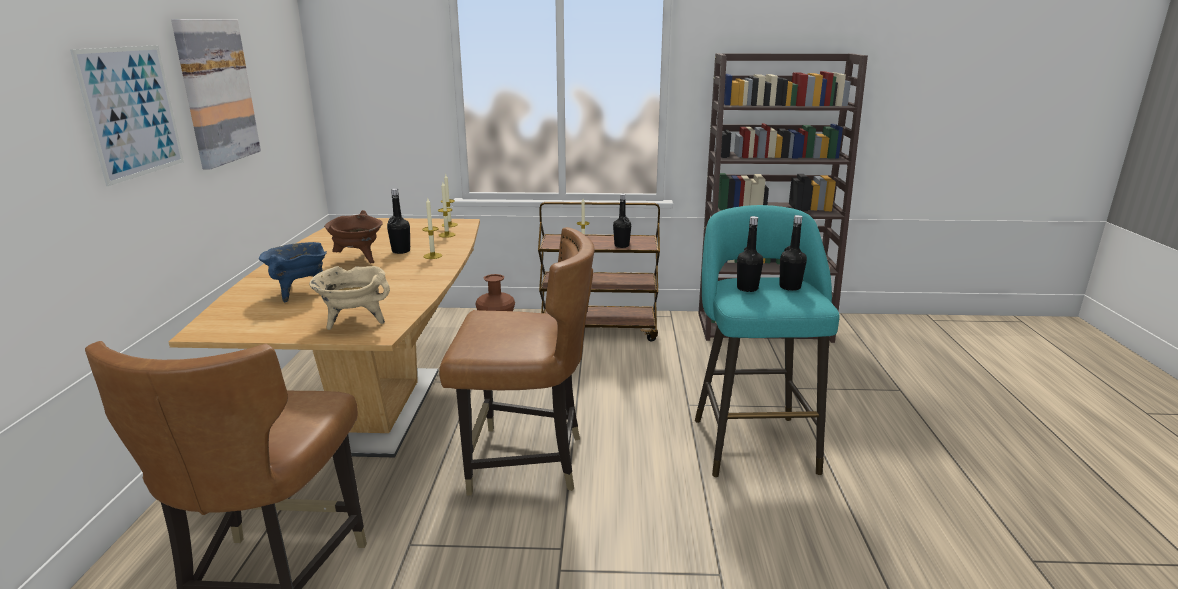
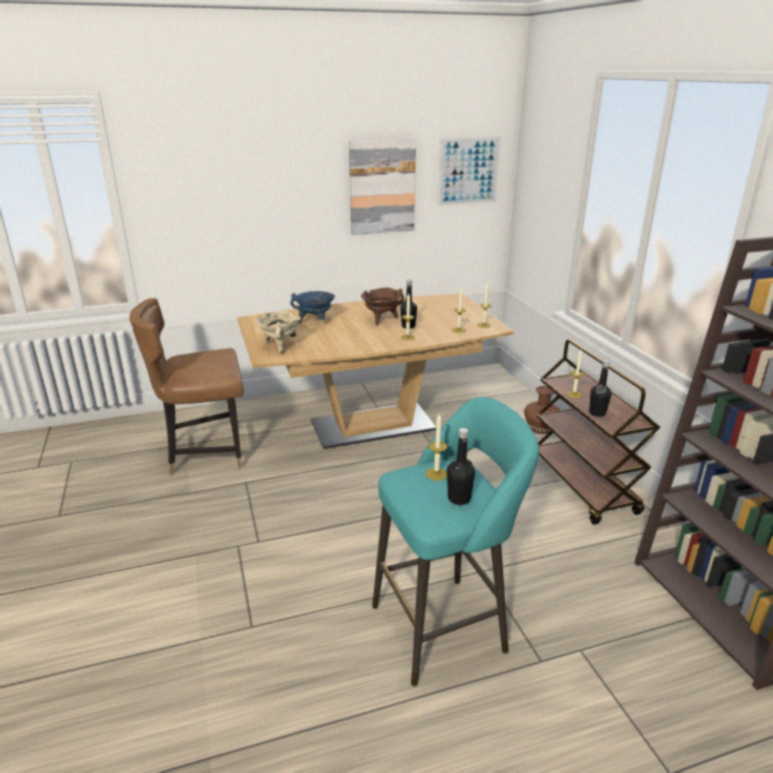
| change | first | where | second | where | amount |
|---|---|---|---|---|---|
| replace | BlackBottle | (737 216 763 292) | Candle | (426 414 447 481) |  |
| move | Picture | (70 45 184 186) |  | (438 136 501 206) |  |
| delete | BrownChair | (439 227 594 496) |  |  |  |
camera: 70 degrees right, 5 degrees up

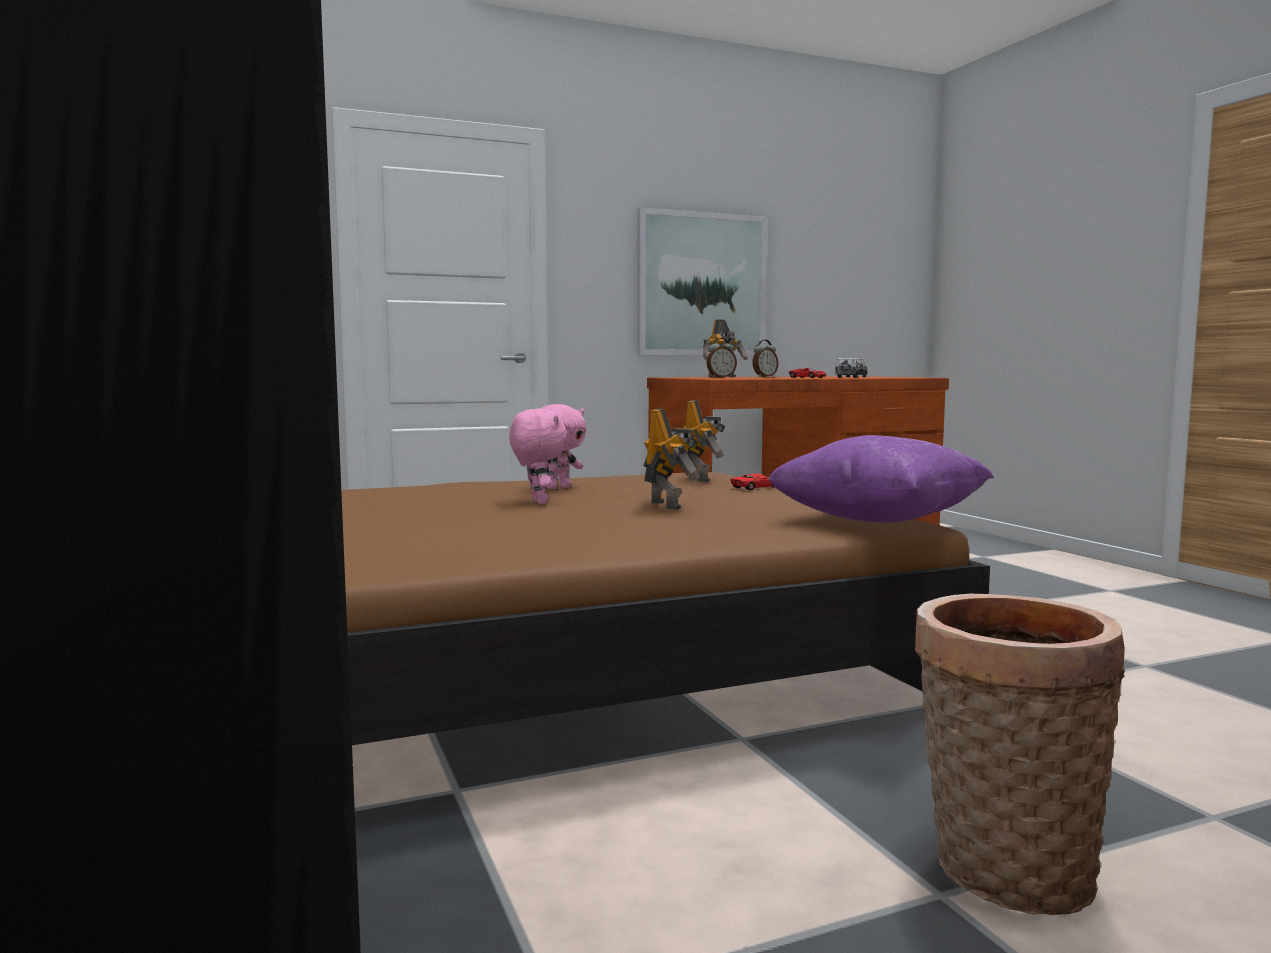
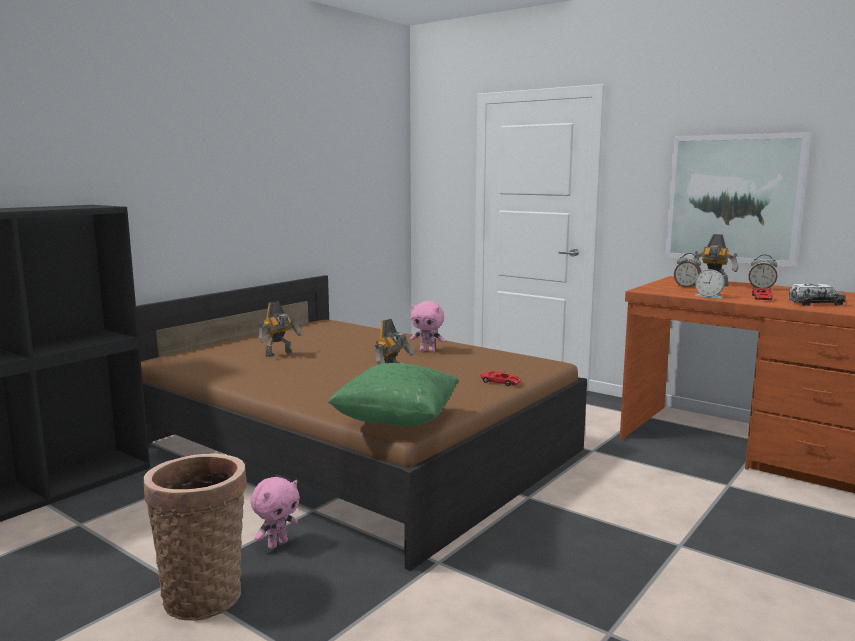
| change | first | where | second | where | amount |
|---|---|---|---|---|---|
| move | PinkPlushToy | (509 409 567 504) |  | (250 477 300 549) |  |
| move | ToyRobot | (683 400 725 482) |  | (259 301 302 357) |  |
| recolor | PurplePillow | (768 435 994 523) | GreenPillow | (328 363 459 426) |  |
| insert |  |  | AlarmClock | (694 269 725 299) |  |
camera: 60 degrees right, 5 degrees up

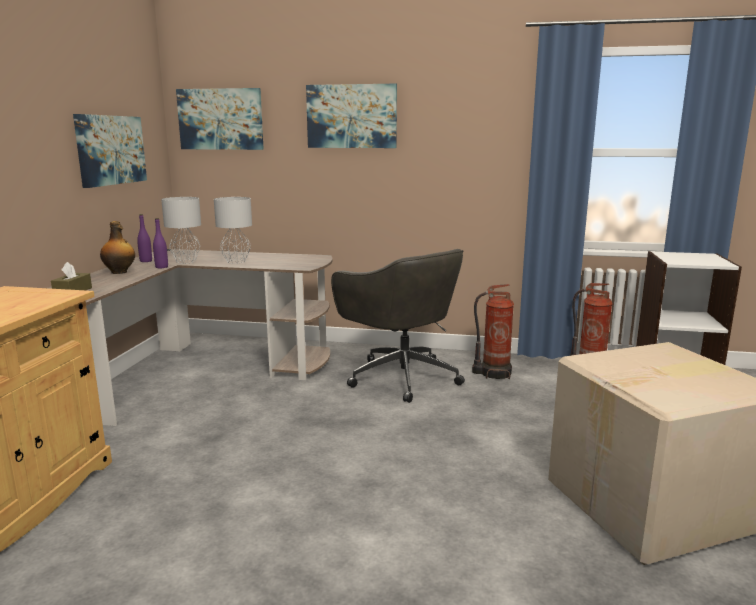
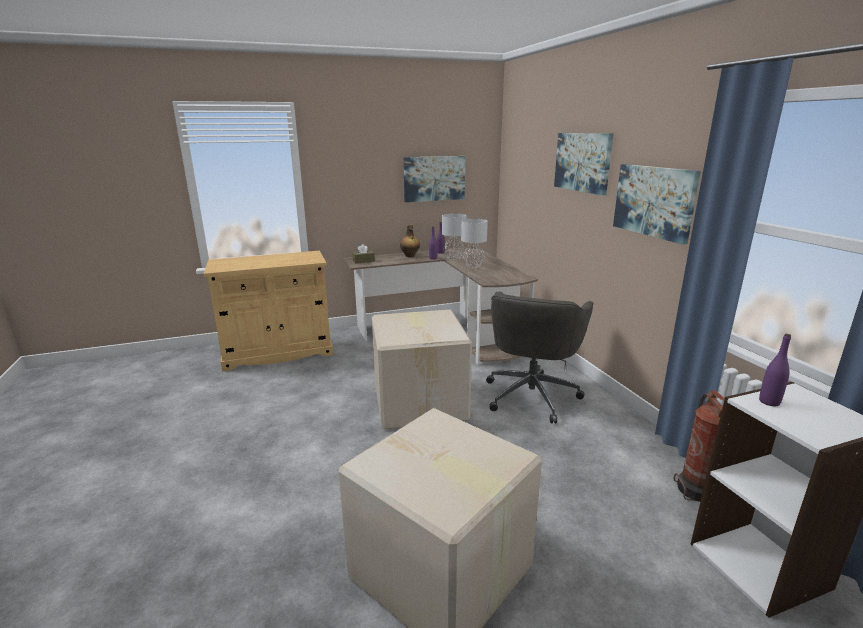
| change | first | where | second | where | amount |
|---|---|---|---|---|---|
| insert |  |  | CardboardBox | (372 310 472 430) |  |
| move | Picture | (176 88 264 150) |  | (613 164 701 245) |  |
| insert |  |  | PurpleBottle | (759 334 791 406) |  |
| delete | FireExtinguisher | (472 284 514 379) |  |  |  |
camera: 60 degrees right, 5 degrees up

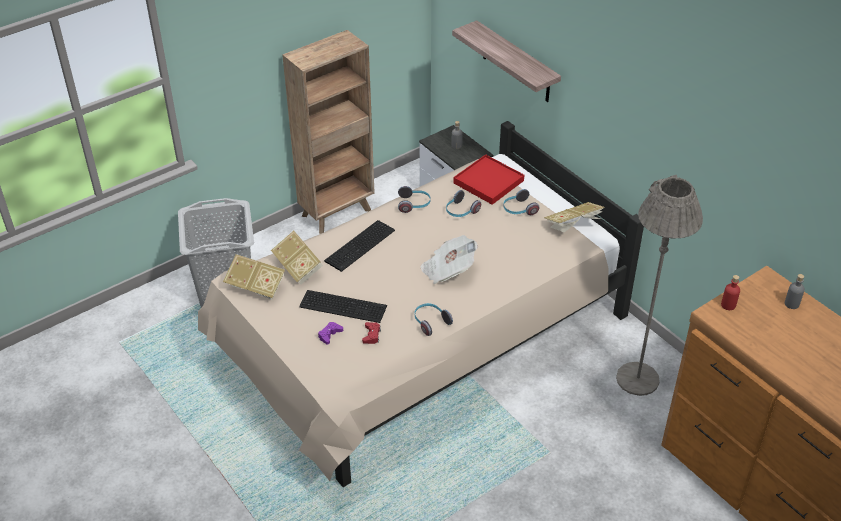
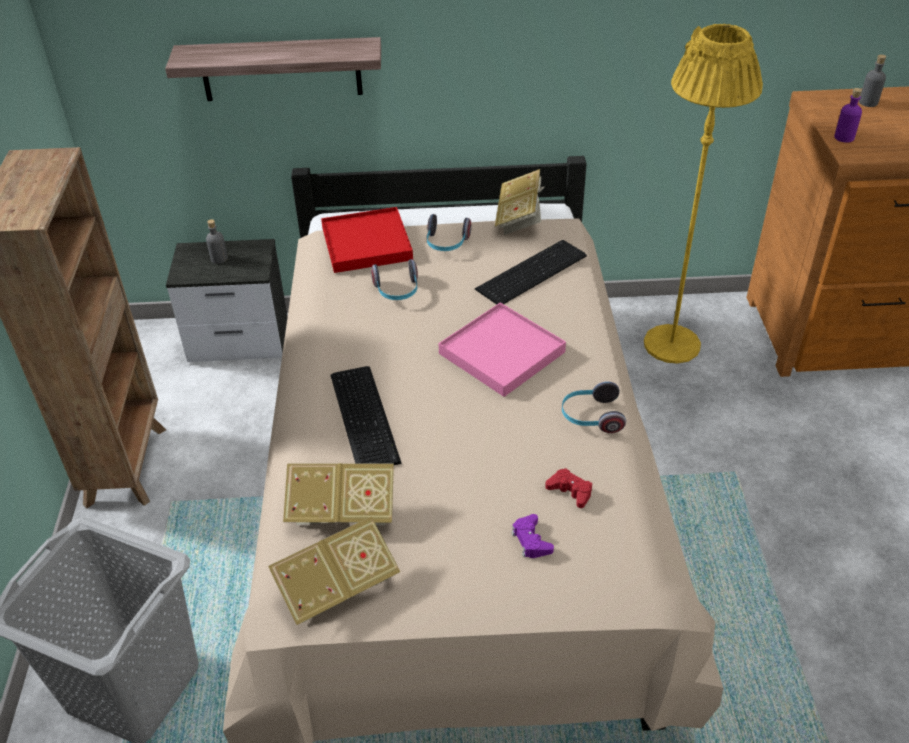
| change | first | where | second | where | amount |
|---|---|---|---|---|---|
| replace | Newspaper | (420 235 478 284) | PinkTray | (438 303 566 397) |  |
| move | Keyboard | (299 290 387 323) |  | (475 240 587 305) |  |
| recolor | GreyFloorLamp | (616 175 703 396) | YellowFloorLamp | (644 24 763 364) |  |
| recolor | RedBottle | (721 275 740 310) | PurpleBottle | (834 88 862 143) |  |
| delete | Headphones | (398 186 430 213) |  |  |  |
camera: 55 degrees left, 0 degrees up

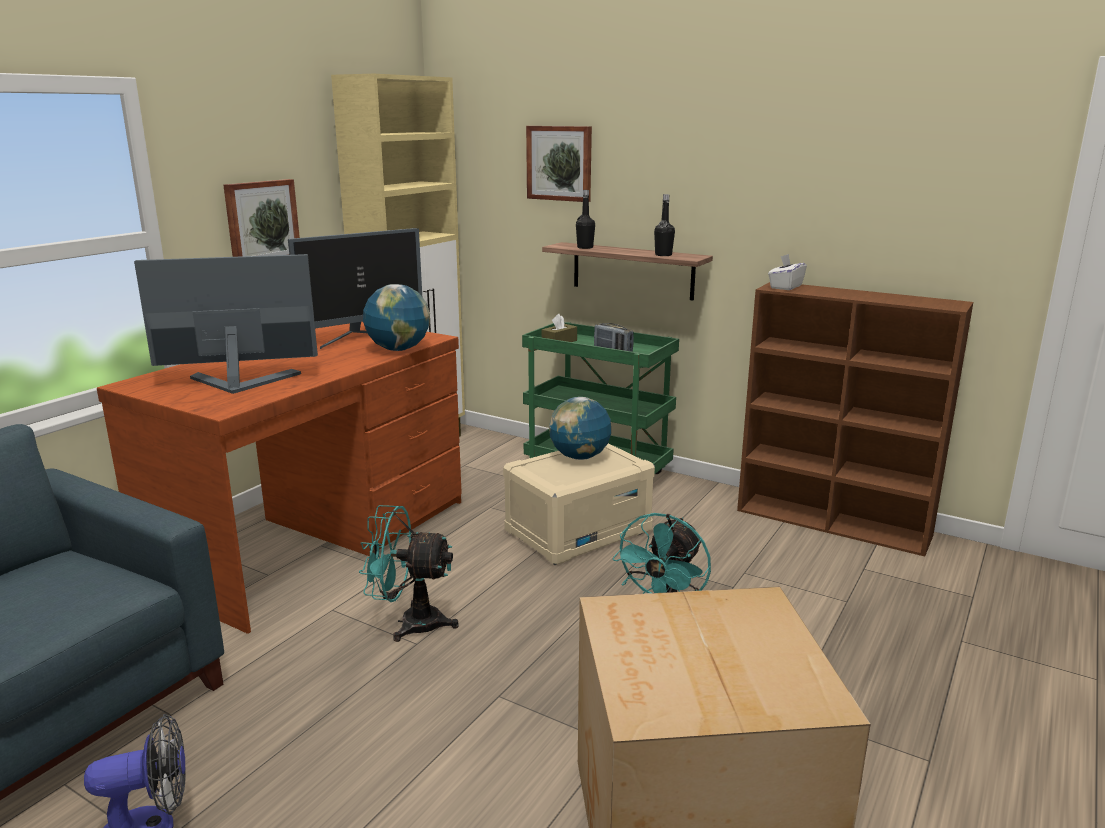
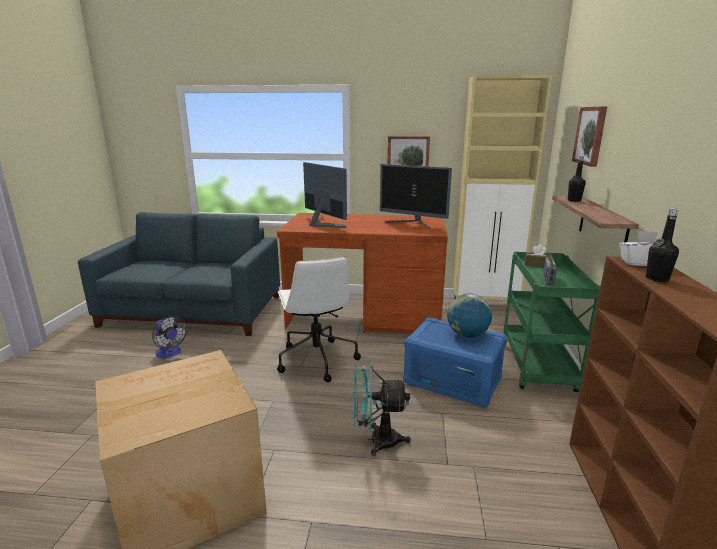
| change | first | where | second | where | amount |
|---|---|---|---|---|---|
| replace | TurquoiseFan | (359 505 459 642) | WhiteOfficeChair | (277 256 361 382) |  |
| recolor | BeigeStorageBox | (503 443 655 565) | BlueStorageBox | (403 317 507 408) |  |
| move | BlackBottle | (654 194 675 256) |  | (646 208 679 282) |  |
| delete | Globe | (363 284 430 351) |  |  |  |
camera: 65 degrees right, 0 degrees up

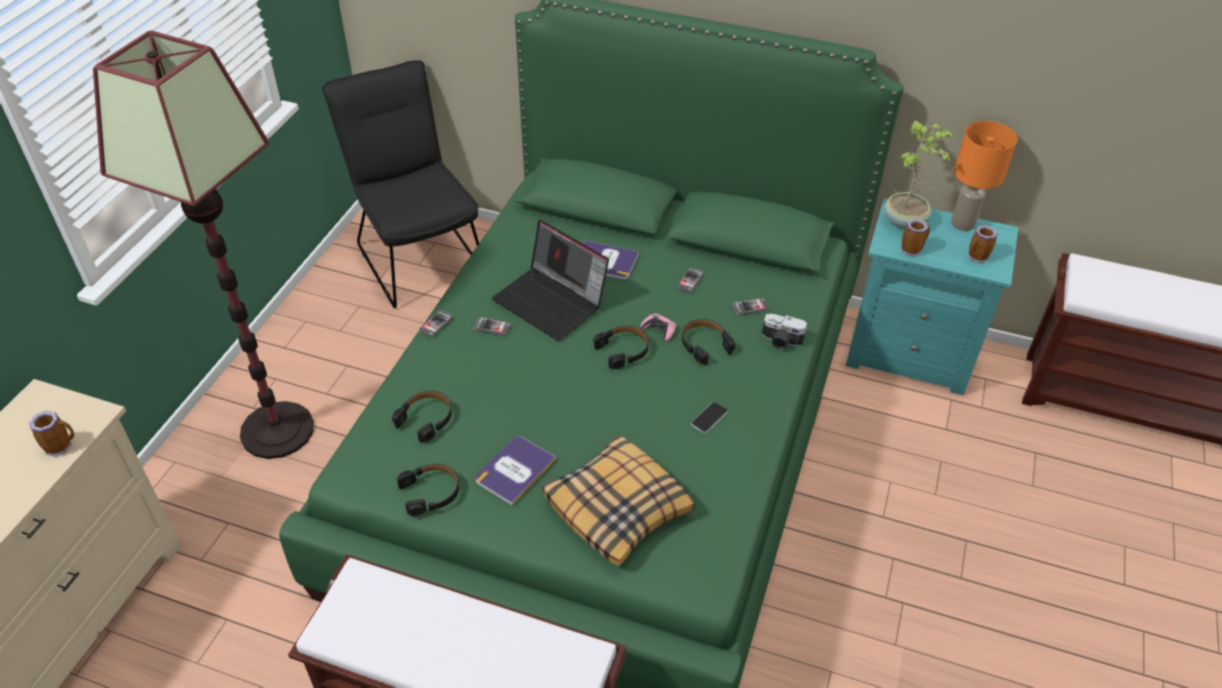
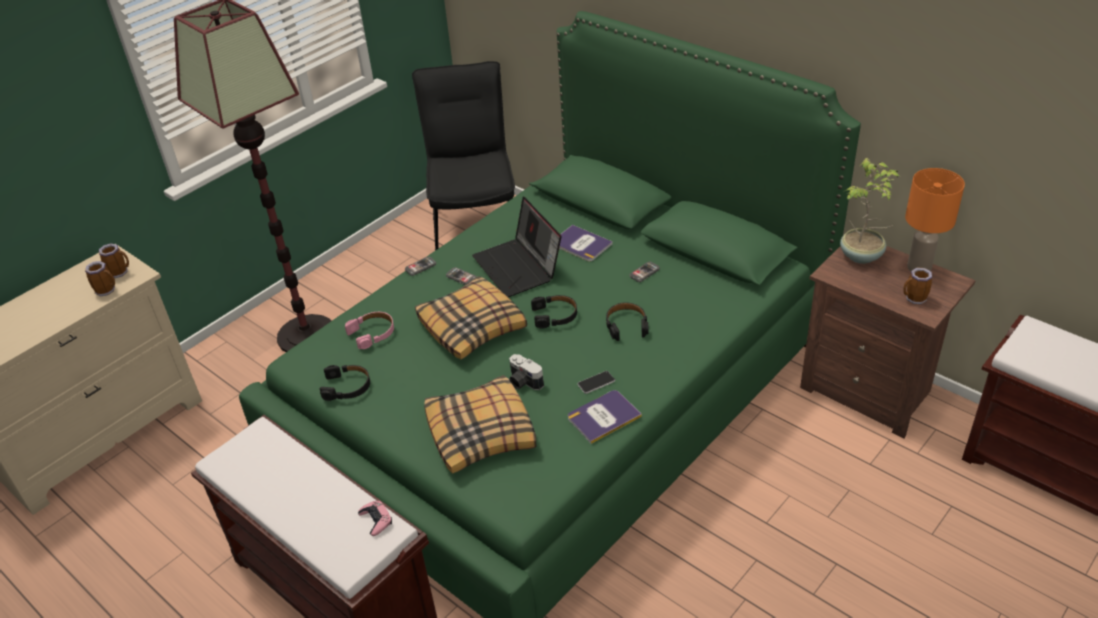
| change | first | where | second | where | amount |
|---|---|---|---|---|---|
| move | Mug | (901 219 930 256) |  | (99 243 129 278) |  |
| recolor | BlackHeadphones | (392 391 452 442) | PinkHeadphones | (345 312 394 349) |  |
| move | PinkGameController | (640 313 676 341) |  | (358 501 392 536) |  |
| insert |  |  | Pillow | (415 276 527 359) |  |
| move | PhotoCamera | (762 314 807 349) |  | (509 354 544 390) |  |
| move | Book | (475 436 556 505) |  | (568 390 642 444) |  |
| recolor | TurquoiseNightstand | (846 198 1018 395) | BrownNightstand | (800 246 976 439) |  |
| delete | Phone | (731 298 769 316) |  |  |  |
camera: 25 degrees right, 5 degrees down

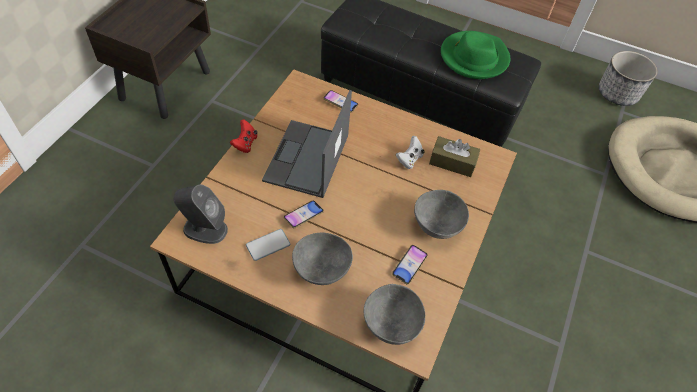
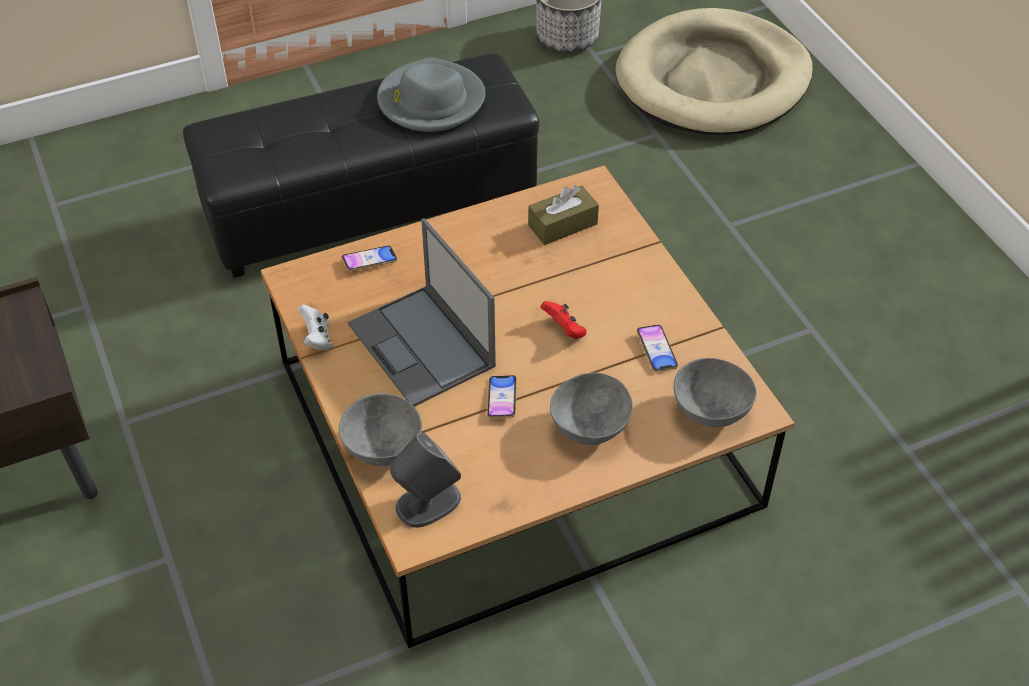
| change | first | where | second | where | amount |
|---|---|---|---|---|---|
| move | WhiteGameController | (396 136 425 169) |  | (298 305 333 350) |  |
| move | GreyBowl | (414 190 469 239) |  | (339 393 422 466) |  |
| recolor | GreenHat | (441 31 510 79) | GreyHat | (377 57 485 132) |  |
| move | RedGameController | (230 119 258 153) |  | (541 301 587 339) |  |
| delete | Phone | (246 229 290 261) |  |  |  |
camera: 45 degrees left, 5 degrees down

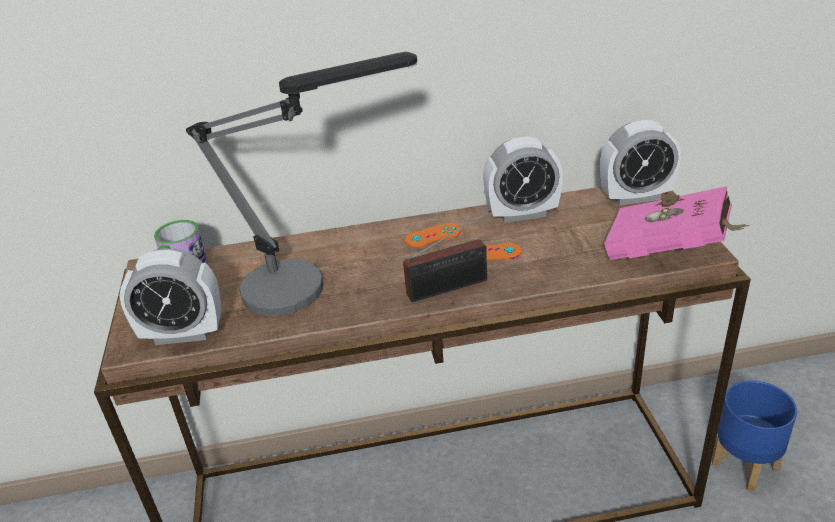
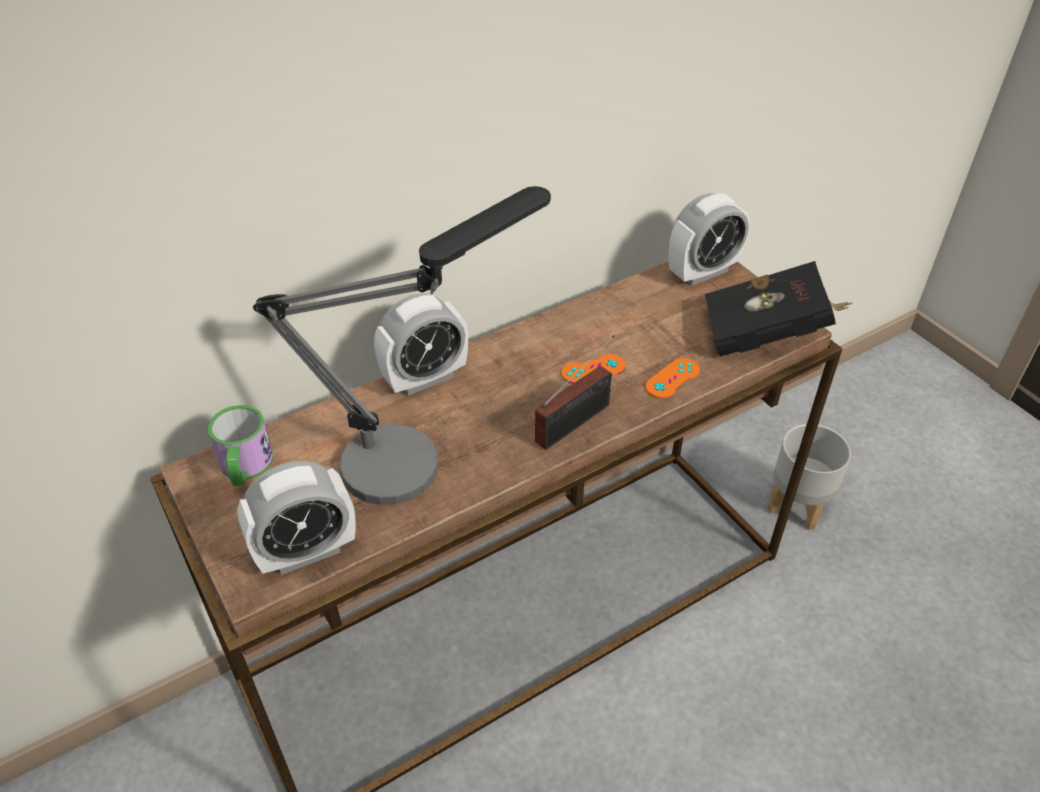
| change | first | where | second | where | amount |
|---|---|---|---|---|---|
| move | AlarmClock | (483 136 563 223) |  | (374 294 468 396) |  |
| move | OrangeGameController | (405 223 461 247) |  | (645 358 700 398) |  |
| recolor | PinkBook | (604 186 750 260) | BlackBook | (705 261 853 357) |  |
| recolor | BluePlanter | (712 380 797 491) | GreyPlanter | (768 424 851 530) |  |
camera: 25 degrees left, 10 degrees up

